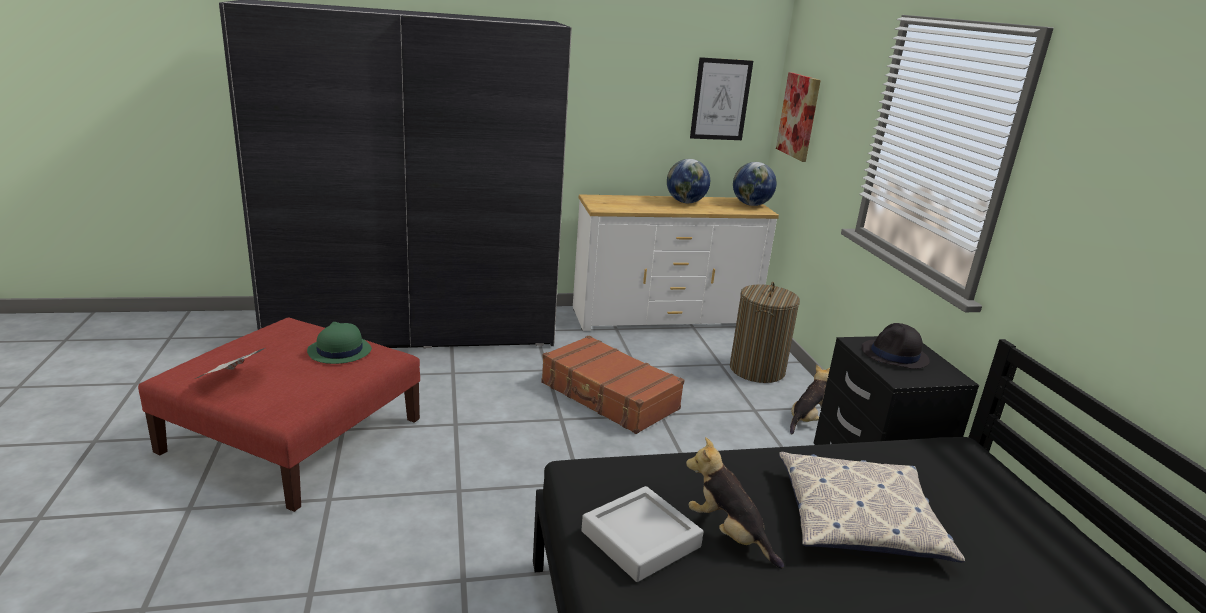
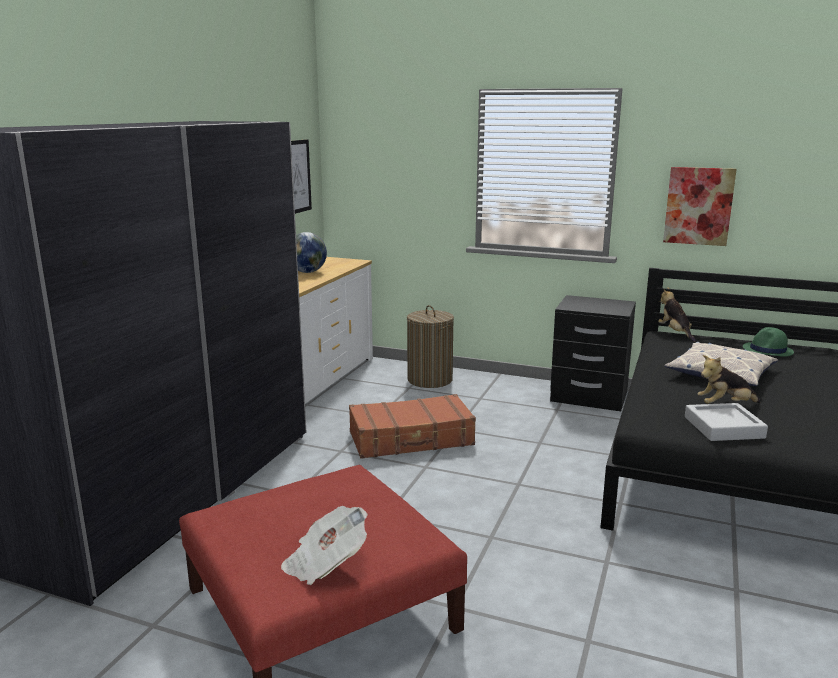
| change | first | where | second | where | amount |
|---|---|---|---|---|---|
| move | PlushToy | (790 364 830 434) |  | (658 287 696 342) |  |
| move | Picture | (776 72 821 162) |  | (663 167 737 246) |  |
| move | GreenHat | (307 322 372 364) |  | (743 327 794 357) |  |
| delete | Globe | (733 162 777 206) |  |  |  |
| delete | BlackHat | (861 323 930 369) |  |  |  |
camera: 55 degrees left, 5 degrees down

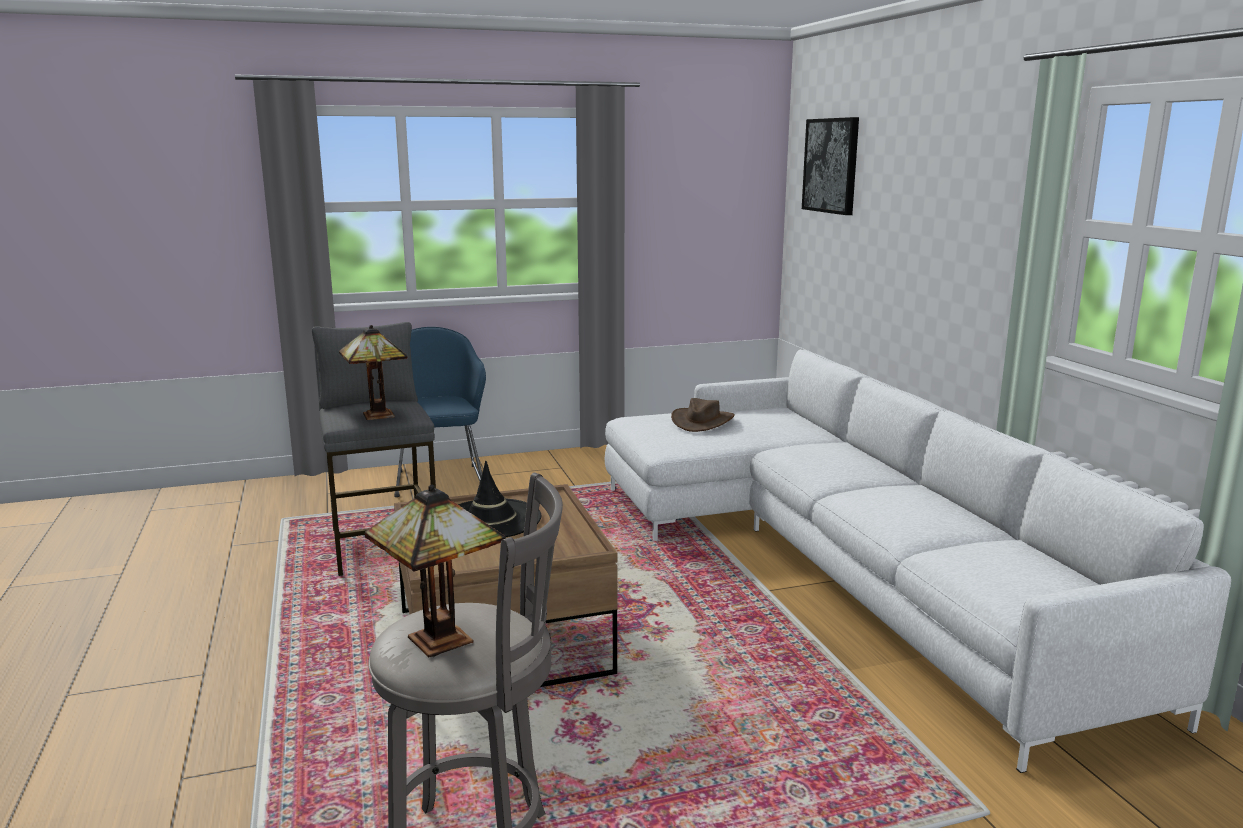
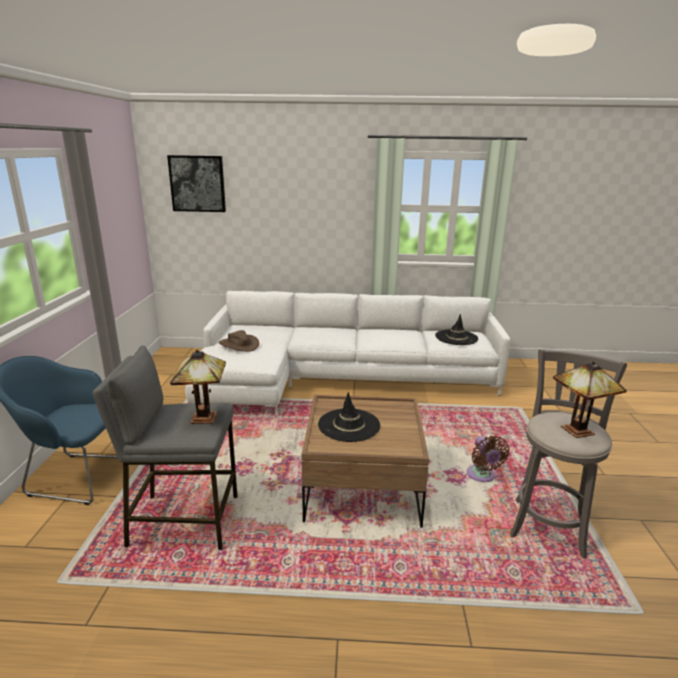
| change | first | where | second | where | amount |
|---|---|---|---|---|---|
| insert |  |  | BlackHat | (435 314 478 345) |  |
| insert |  |  | BrownFan | (467 436 509 482) |  |
camera: 70 degrees left, 5 degrees up

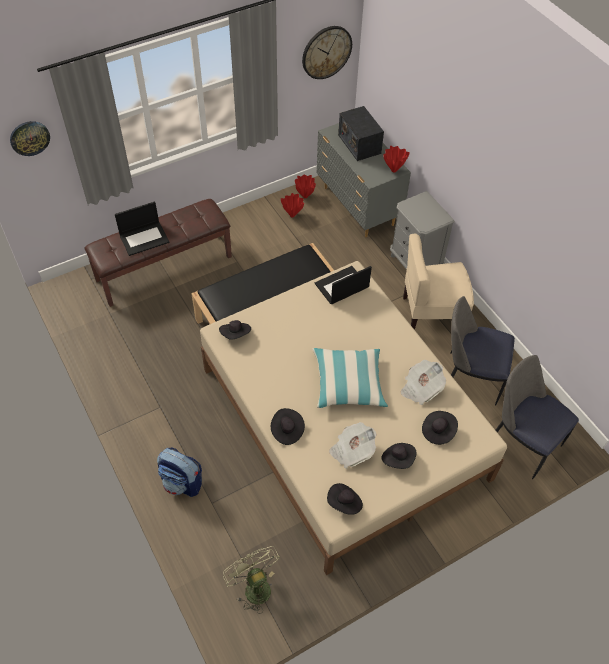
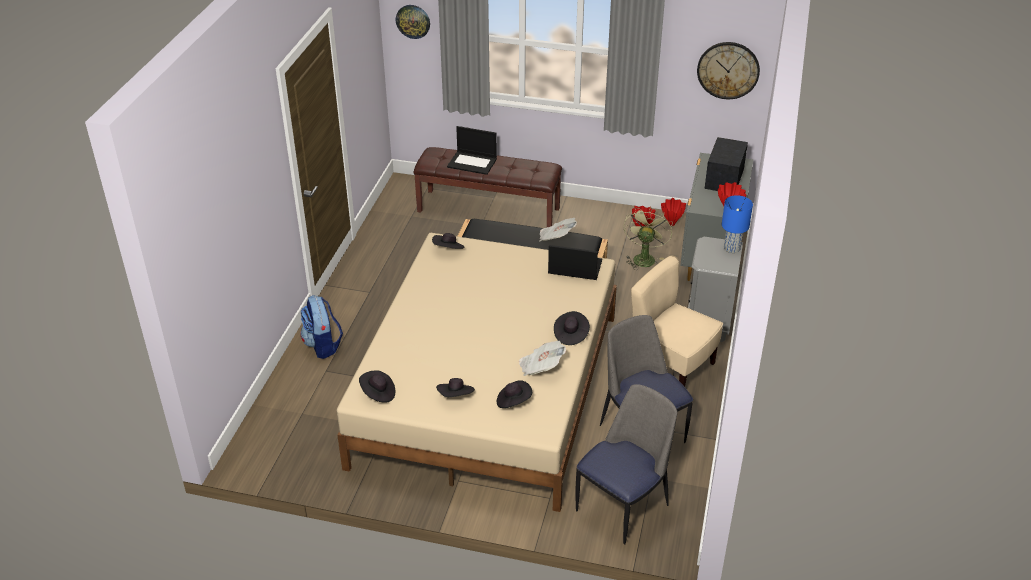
| change | first | where | second | where | amount |
|---|---|---|---|---|---|
| move | Newspaper | (329 422 377 469) |  | (539 218 577 241) |  |
| move | BlackHat | (271 408 305 445) |  | (554 311 590 345) |  |
| rotate | Chair | (496 355 579 479) |  | (575 384 677 545) | 45 degrees clockwise |
| move | GreenFan | (223 546 280 614) |  | (623 208 673 270) |  |
| insert |  |  | BlueTableLamp | (722 195 753 253) |  |
| delete | Pillow | (312 348 388 408) |  |  |  |
camera: 45 degrees right, 15 degrees down

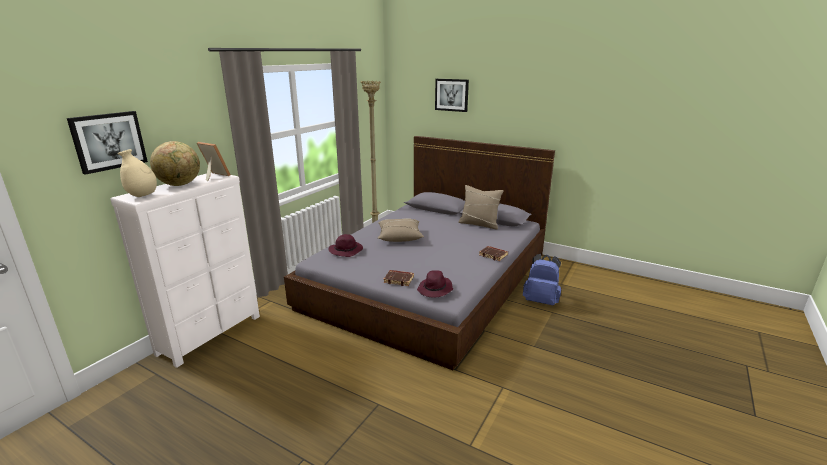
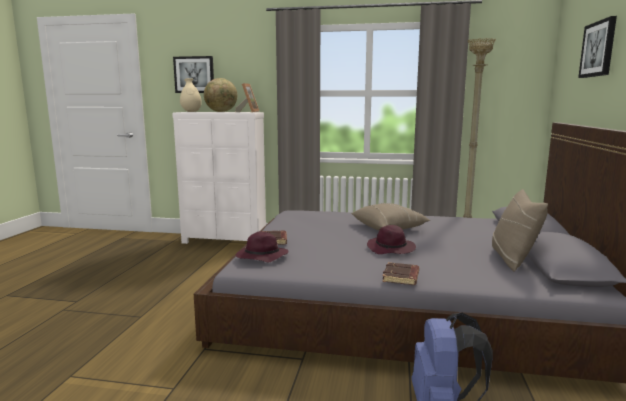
| change | first | where | second | where | amount |
|---|---|---|---|---|---|
| move | PurpleHat | (328 234 363 257) |  | (367 225 416 254) |  |
camera: 70 degrees right, 10 degrees down

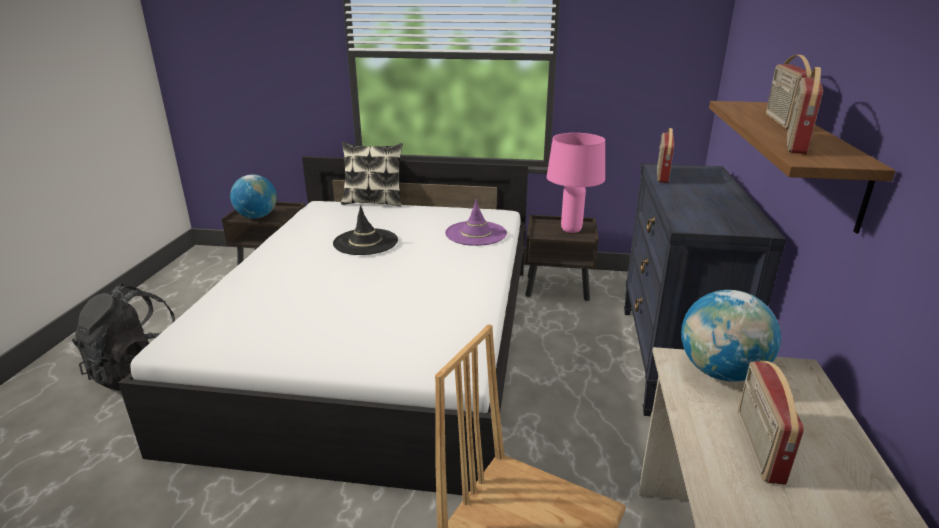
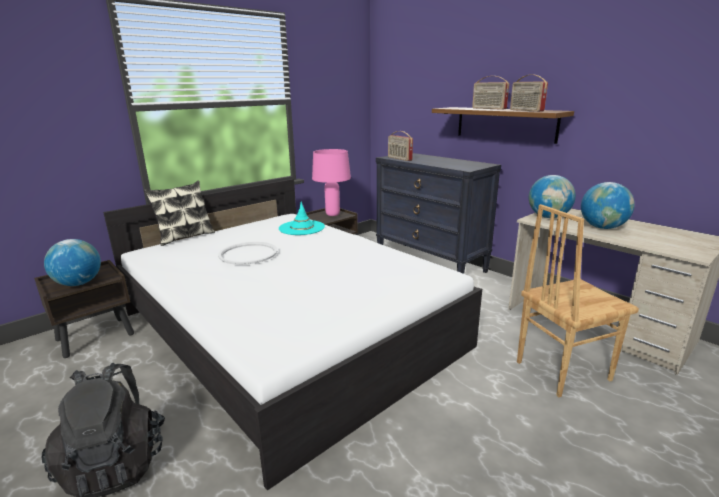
| change | first | where | second | where | amount |
|---|---|---|---|---|---|
| replace | BlackHat | (333 205 398 255) | WhiteTray | (218 242 277 265) |  |
| recolor | PurpleHat | (445 199 507 246) | TurquoiseHat | (279 202 325 235) |  |
| replace | Radio | (738 361 804 485) | Globe | (581 182 635 229) |  |
camera: 50 degrees left, 5 degrees down

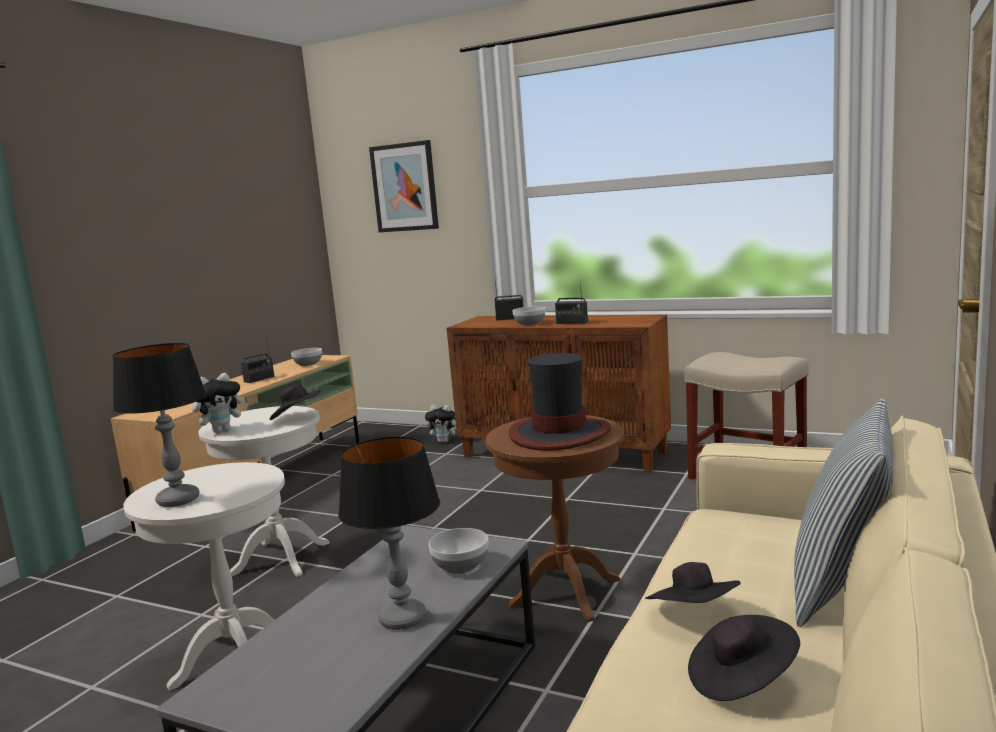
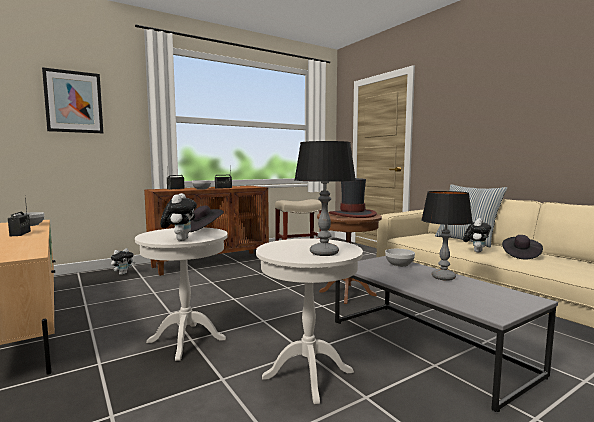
| change | first | where | second | where | amount |
|---|---|---|---|---|---|
| replace | BlackHat | (645 562 741 603) | PlushToy | (463 218 491 253) |  |
camera: 60 degrees left, 5 degrees down

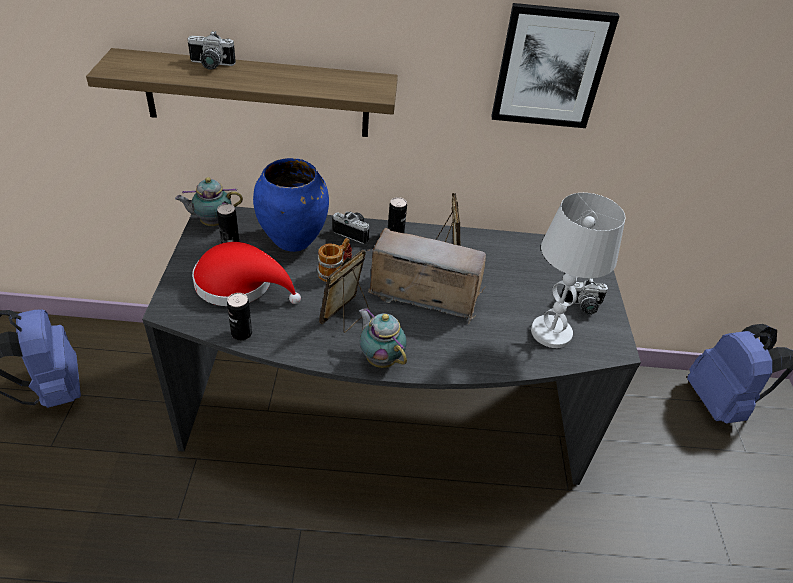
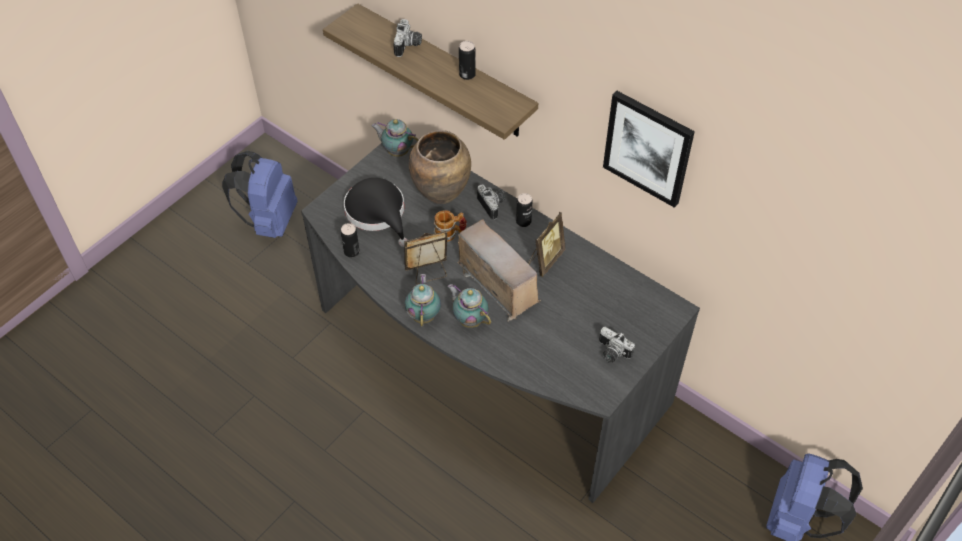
| change | first | where | second | where | amount |
|---|---|---|---|---|---|
| recolor | RedHat | (192 242 301 306) | BlackHat | (344 178 408 247) |  |
| rotate | PhotoCamera | (187 31 236 70) |  | (393 19 422 57) | 120 degrees counterclockwise |
| recolor | BlueVase | (253 158 329 252) | BrownVase | (409 130 471 204) |  |
| insert |  |  | Teapot | (448 284 491 328) |  |
| move | Can | (217 204 239 244) |  | (459 41 476 80) |  |
| delete | WhiteTableLamp | (531 193 625 348) |  |  |  |
camera: 40 degrees right, 10 degrees up

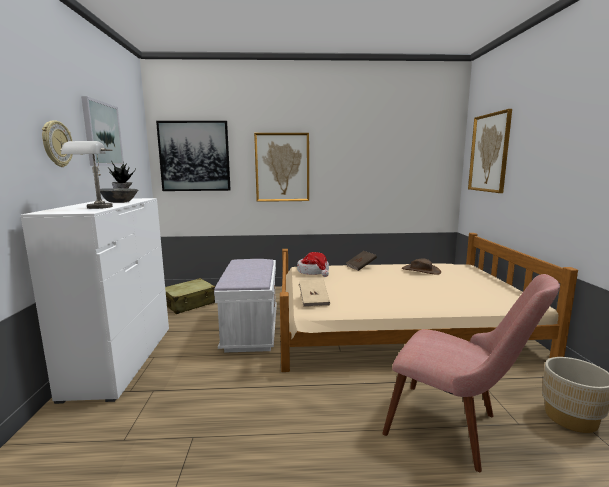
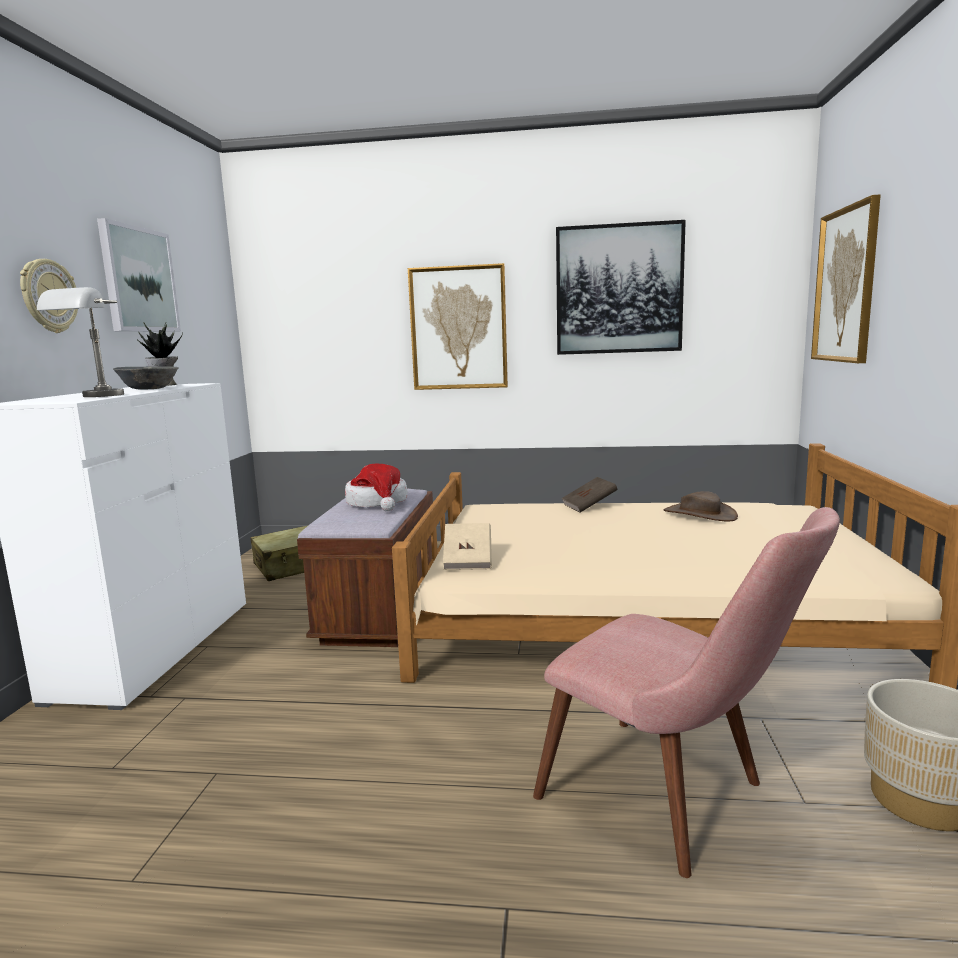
| change | first | where | second | where | amount |
|---|---|---|---|---|---|
| recolor | WhiteBench | (214 259 277 353) | BrownBench | (297 489 433 647) |  |
| move | Hat | (297 252 329 277) |  | (345 463 408 511) |  |
| move | Picture | (156 121 231 191) |  | (556 220 686 355) |  |
camera: 10 degrees right, 0 degrees up

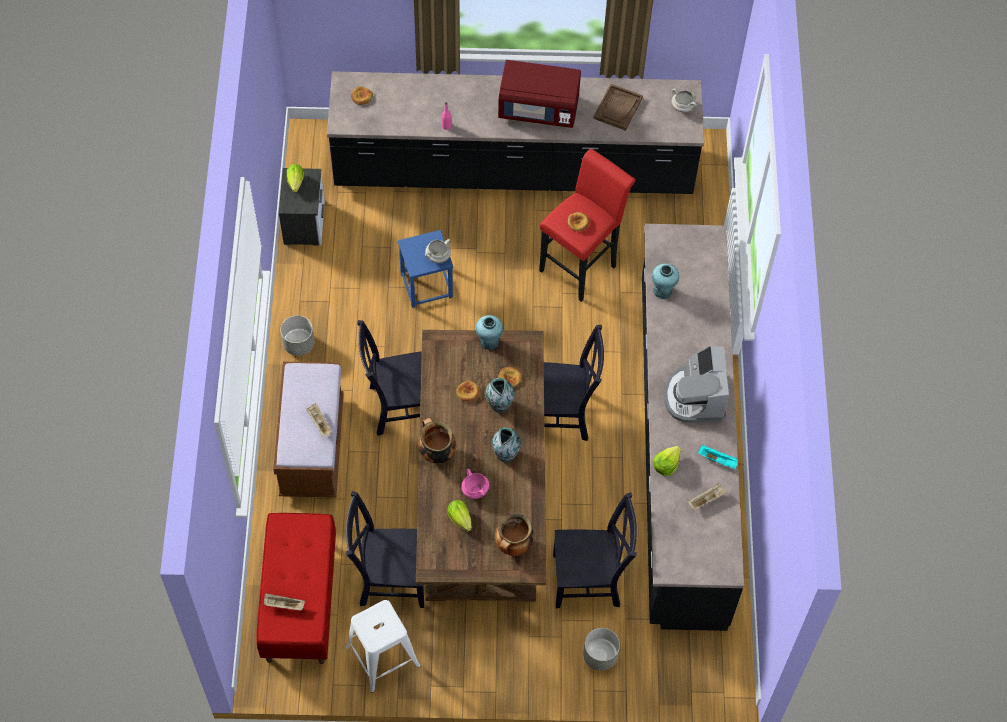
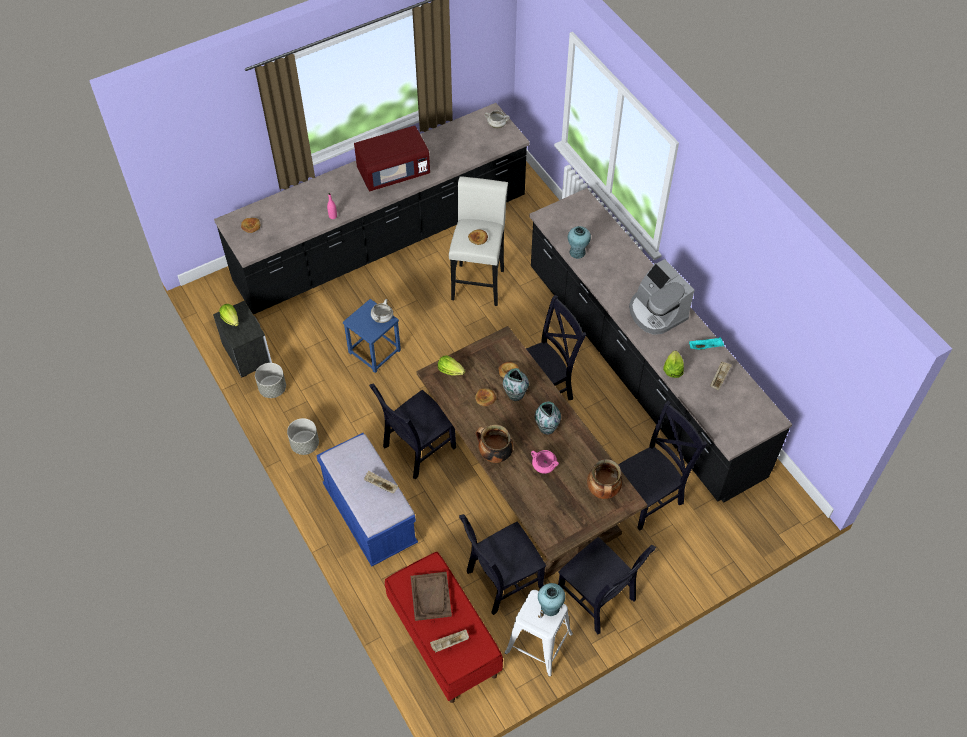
| change | first | where | second | where | amount |
|---|---|---|---|---|---|
| move | GreyPlanter | (583 628 620 671) |  | (255 363 286 398) |  |
| recolor | BrownBench | (273 362 344 498) | BlueBench | (316 433 418 567) |  |
| move | BrownTray | (593 84 643 131) |  | (411 572 452 621) |  |
| move | Lettuce | (447 500 472 531) |  | (438 355 465 376) |  |
| recolor | RedStool | (539 149 636 302) | WhiteStool | (449 176 508 306) |  |
| move | TurquoiseVase | (476 315 503 350) |  | (538 583 565 616) |  |
| insert |  |  | BlackChair | (558 537 656 635) |  |
camera: 30 degrees left, 5 degrees down

